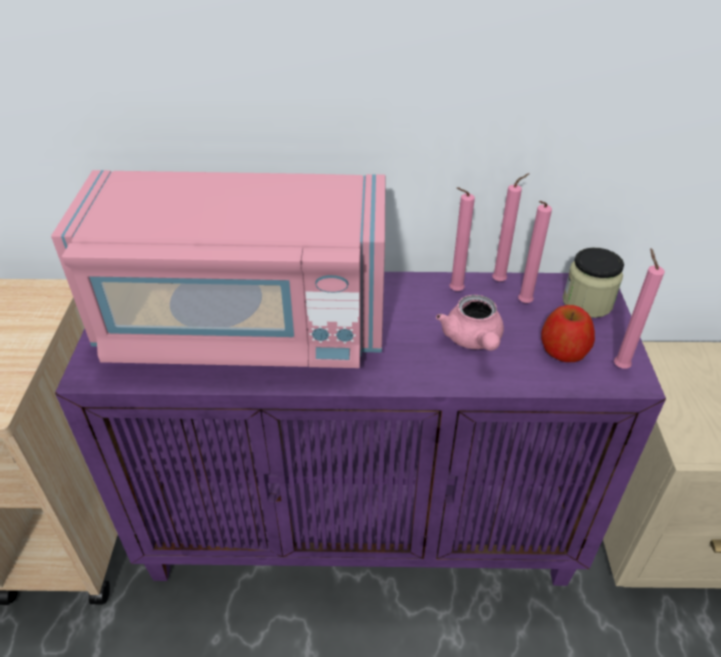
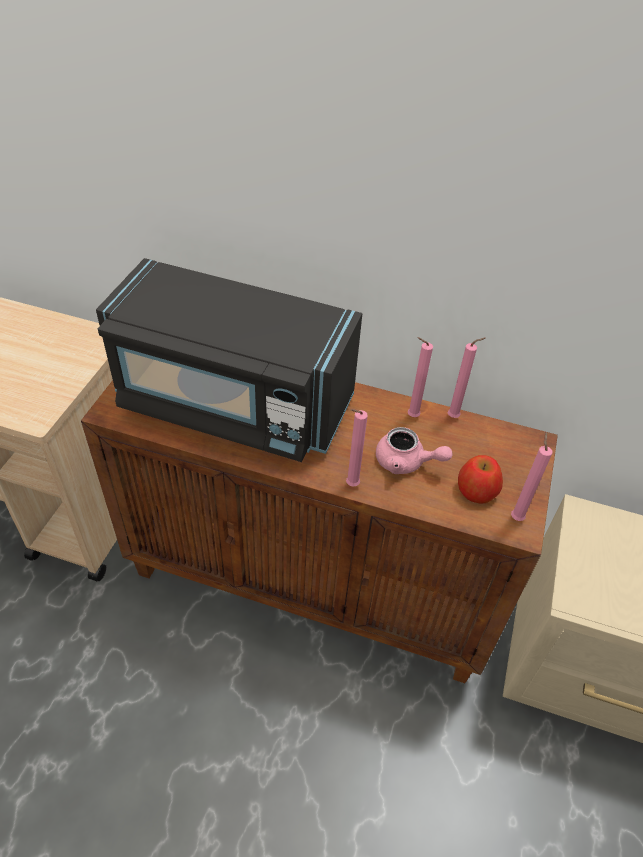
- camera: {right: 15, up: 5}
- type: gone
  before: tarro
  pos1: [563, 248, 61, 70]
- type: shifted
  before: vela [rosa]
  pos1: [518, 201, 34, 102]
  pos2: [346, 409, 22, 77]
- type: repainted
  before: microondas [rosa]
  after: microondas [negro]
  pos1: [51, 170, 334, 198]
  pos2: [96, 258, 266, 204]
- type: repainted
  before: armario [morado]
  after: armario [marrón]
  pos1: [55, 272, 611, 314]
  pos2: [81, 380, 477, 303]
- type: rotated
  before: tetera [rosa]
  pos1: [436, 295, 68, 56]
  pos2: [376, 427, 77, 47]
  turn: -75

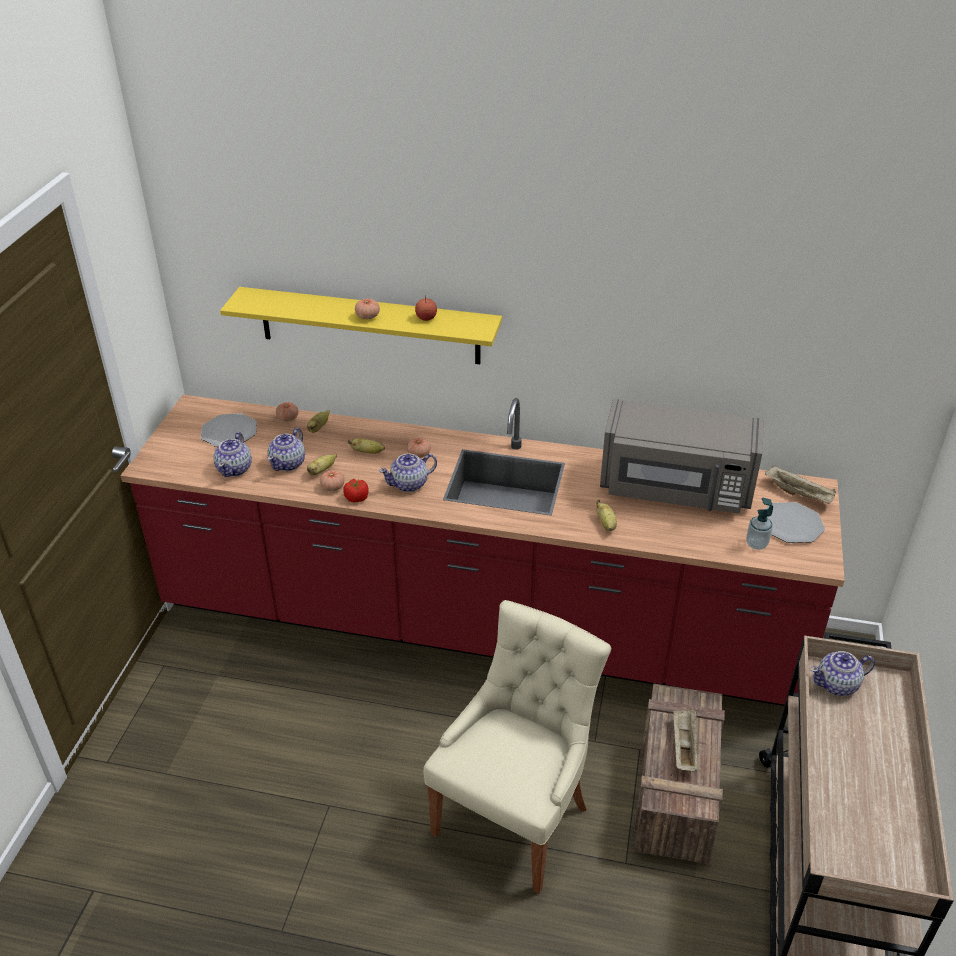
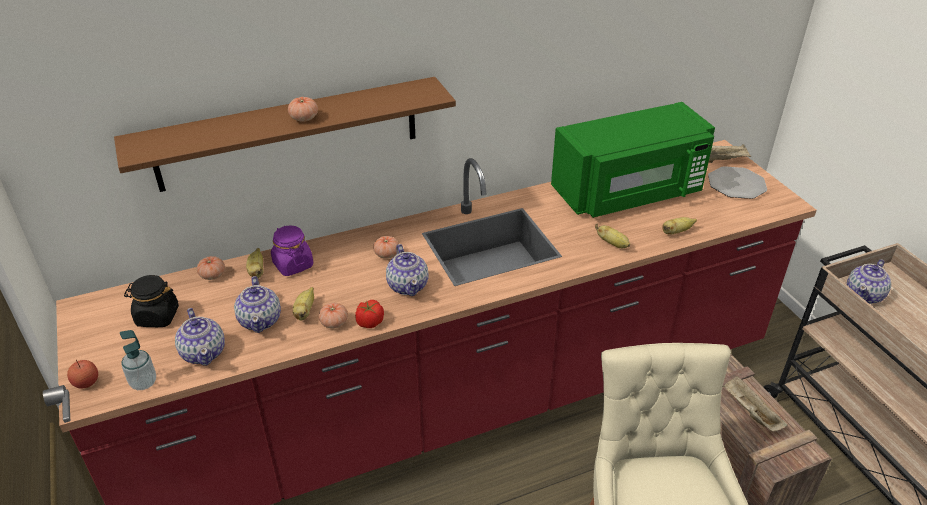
- camera: {right: -35, up: 0}
- type: new
  after: tarro [morado]
  pos2: [271, 225, 42, 51]
- type: shifted
  before: plátano
  pos1: [348, 438, 37, 16]
  pos2: [662, 217, 35, 18]
- type: shifted
  before: manzana
  pos1: [415, 295, 22, 26]
  pos2: [67, 360, 31, 29]
- type: shifted
  before: dispensador de jabón
  pos1: [746, 498, 27, 52]
  pos2: [120, 330, 36, 60]
- type: swapped
  before: plato
  after: tarro [negro]
  pos1: [201, 413, 56, 34]
  pos2: [124, 275, 55, 52]
- type: repainted
  before: estante [amarillo]
  after: estante [marrón]
  pos1: [220, 287, 282, 77]
  pos2: [114, 77, 342, 115]
- type: repainted
  before: microondas [gris]
  after: microondas [verde]
  pos1: [600, 399, 164, 115]
  pos2: [551, 102, 164, 116]
- type: rotated
  before: tetera
  pos1: [379, 453, 58, 39]
  pos2: [386, 244, 43, 52]
  turn: -45

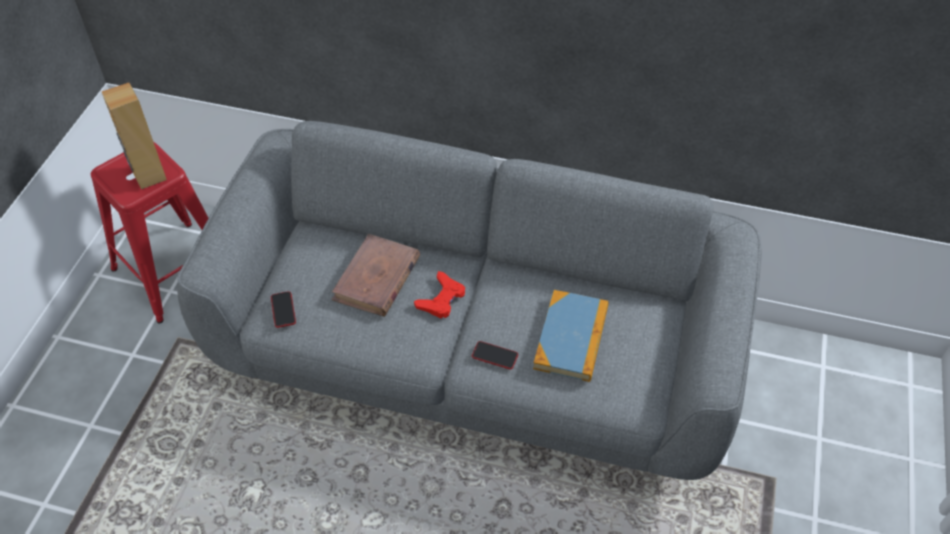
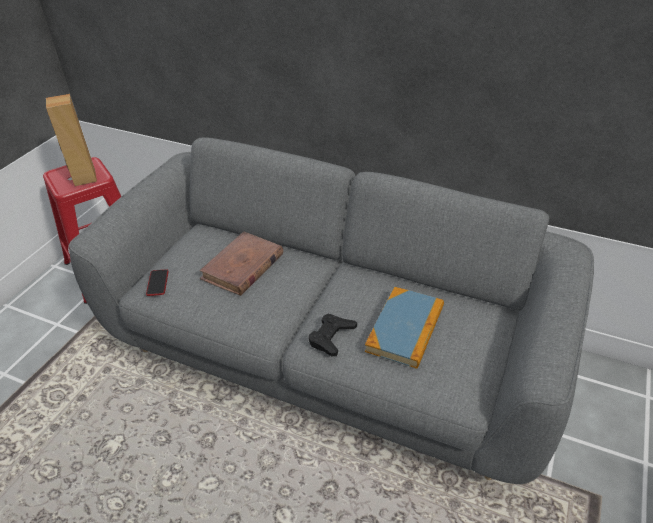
- camera: {right: 10, up: -10}
- type: gone
  before: mando de consola [rojo]
  pos1: [414, 271, 51, 47]
- type: swapped
  before: móvil
  after: mando de consola [negro]
  pos1: [472, 341, 46, 29]
  pos2: [309, 314, 48, 42]

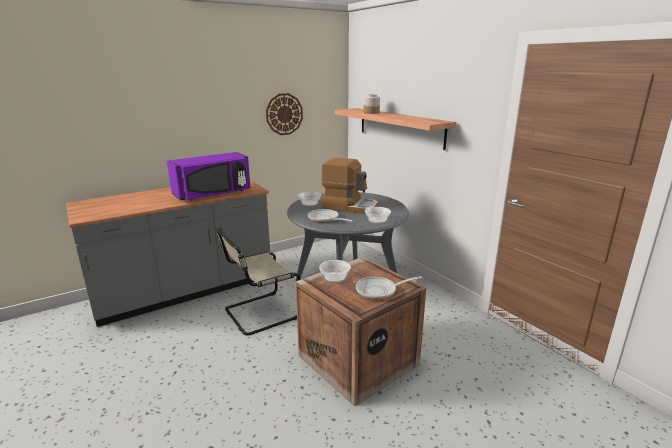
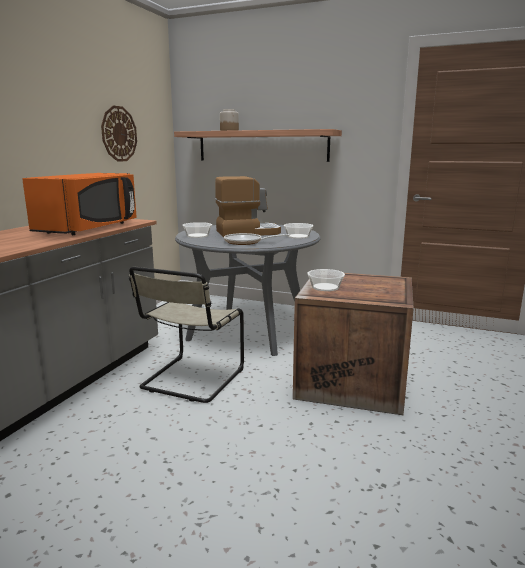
- camera: {right: -35, up: -5}
- type: gone
  before: sartén
  pos1: [356, 276, 67, 24]
- type: repainted
  before: microondas [morado]
  after: microondas [naranja]
  pos1: [167, 152, 84, 49]
  pos2: [22, 173, 115, 62]

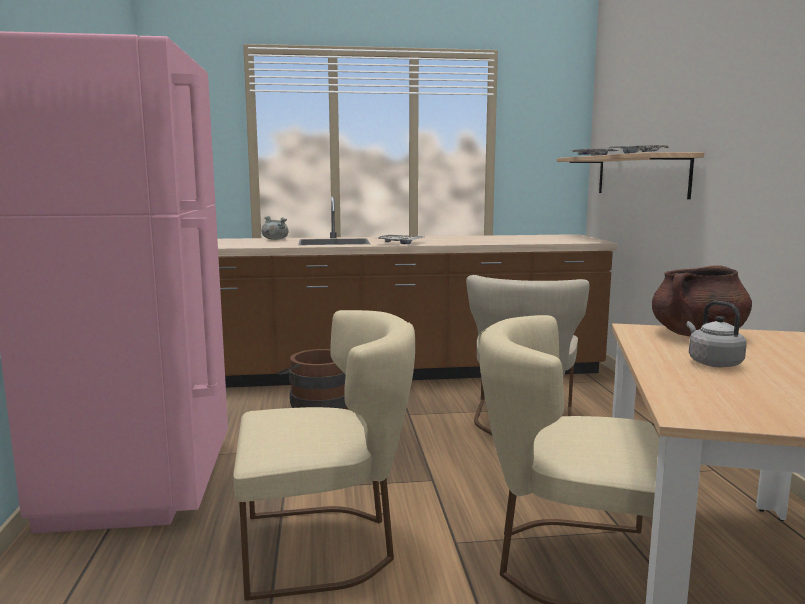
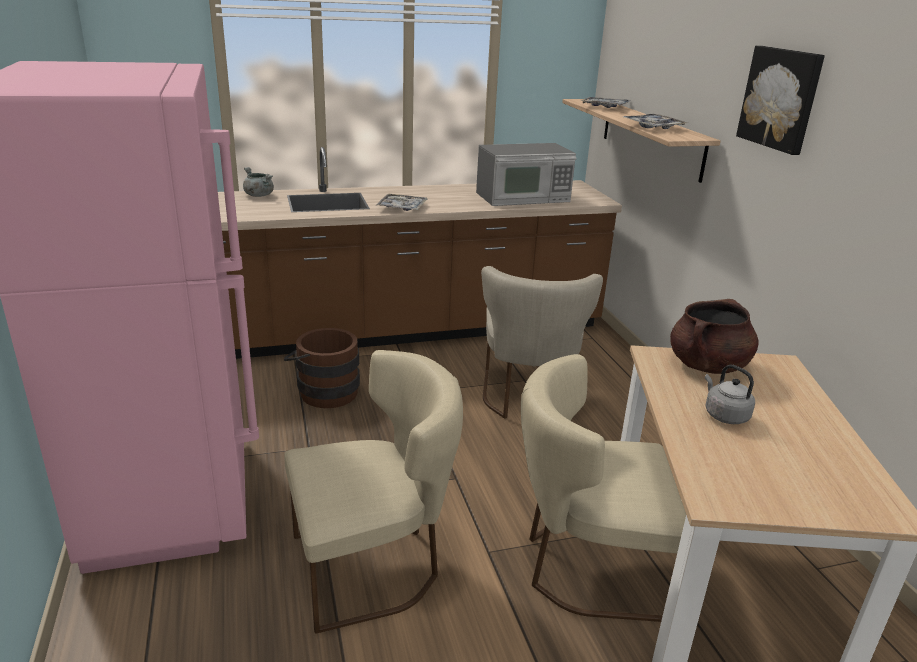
- camera: {right: -10, up: 15}
- type: new
  after: microondas
  pos2: [476, 143, 101, 63]
- type: new
  after: cuadro
  pos2: [736, 46, 89, 109]

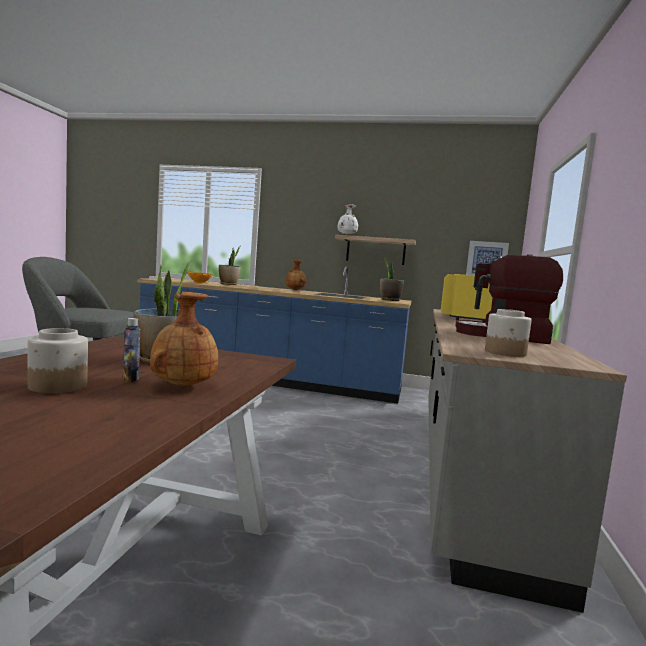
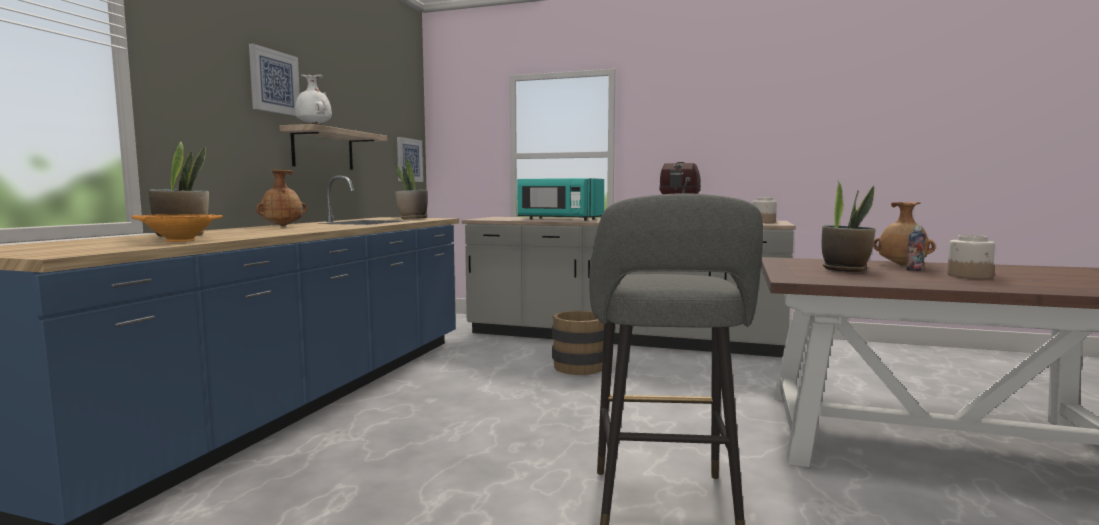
- camera: {right: -85, up: 0}
- type: new
  after: cuadro
  pos2: [249, 44, 51, 72]
- type: new
  after: cubo [marrón]
  pos2: [552, 311, 52, 64]
- type: repainted
  before: microondas [amarillo]
  after: microondas [turquesa]
  pos1: [441, 274, 52, 48]
  pos2: [517, 178, 87, 43]

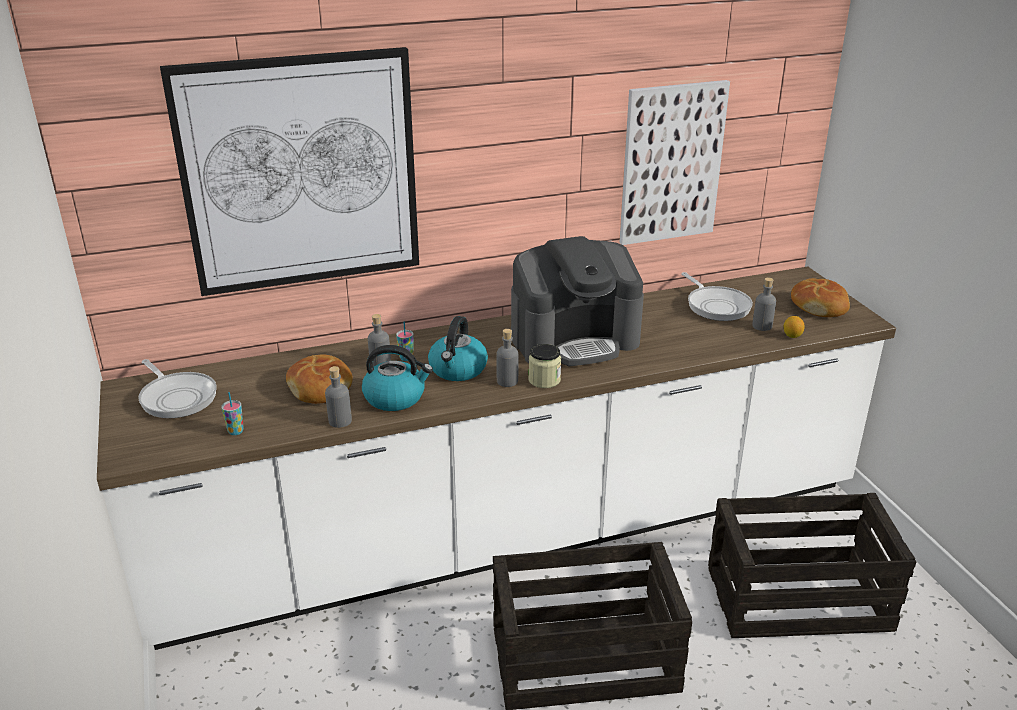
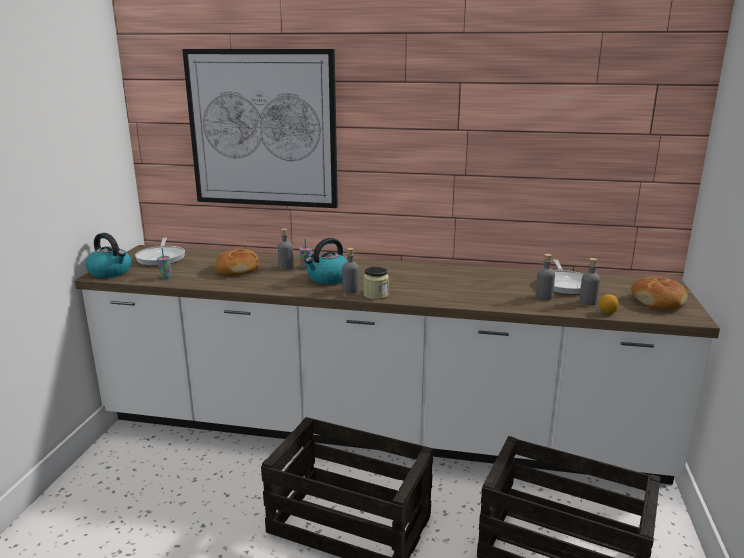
- camera: {right: 30, up: -10}
- type: gone
  before: cafetera
  pos1: [511, 236, 133, 131]
- type: gone
  before: cuadro
  pos1: [619, 80, 111, 165]
- type: shifted
  before: botella [gris]
  pos1: [325, 366, 27, 62]
  pos2: [536, 254, 19, 47]
- type: shifted
  before: hervidor
  pos1: [362, 345, 71, 66]
  pos2: [86, 233, 45, 45]

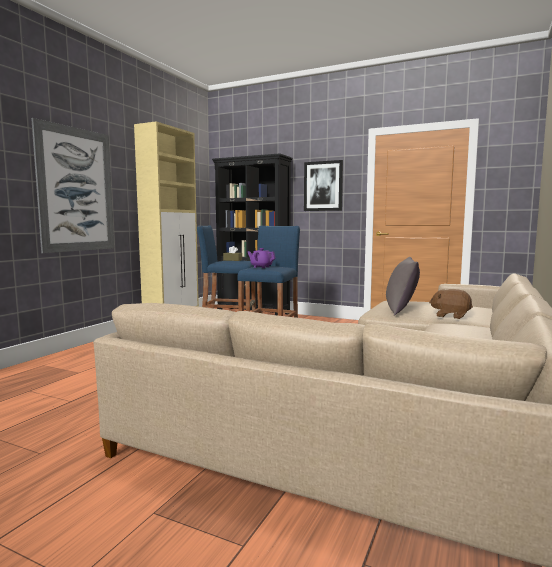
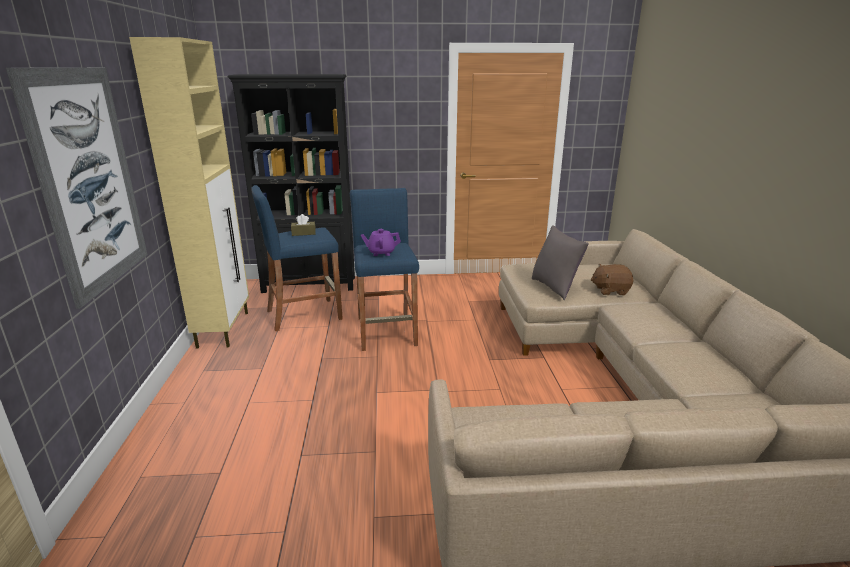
- camera: {right: -30, up: 15}
- type: gone
  before: cuadro
  pos1: [304, 160, 39, 51]

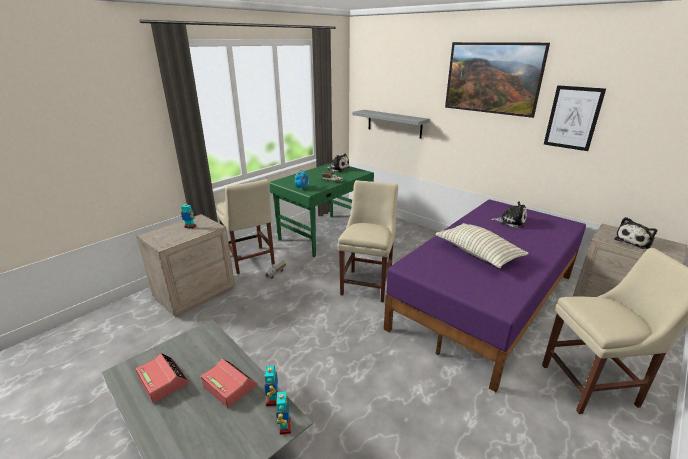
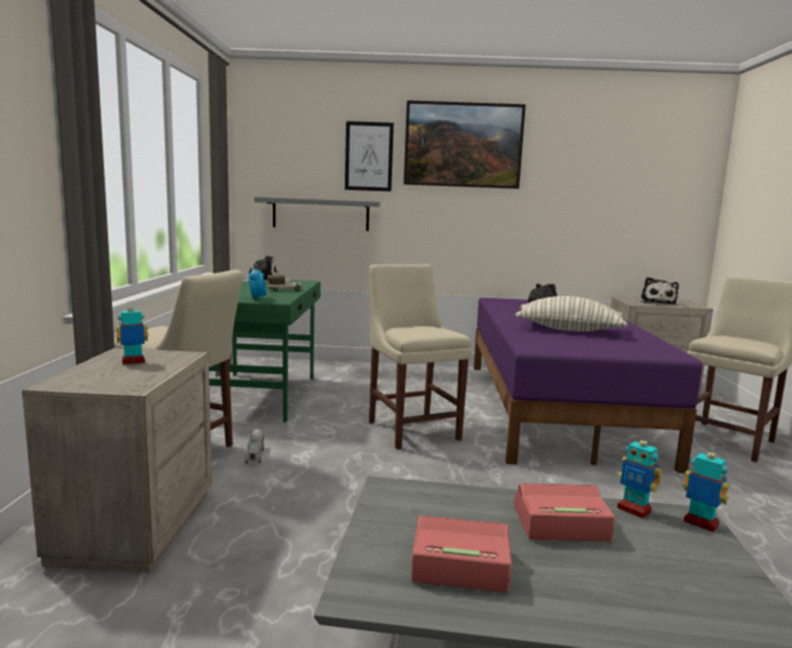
- camera: {right: -40, up: -15}
- type: shifted
  before: cuadro
  pos1: [544, 85, 62, 66]
  pos2: [345, 121, 49, 70]

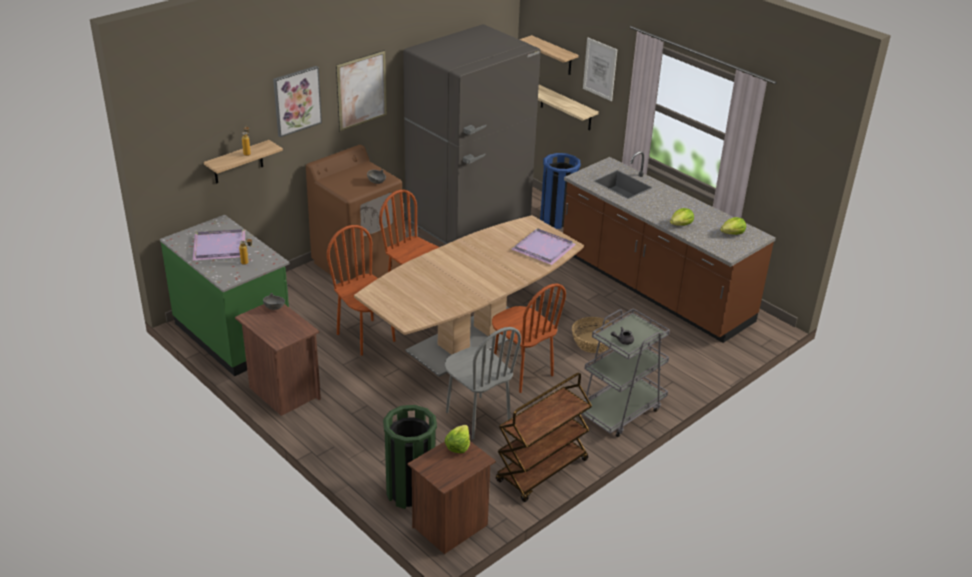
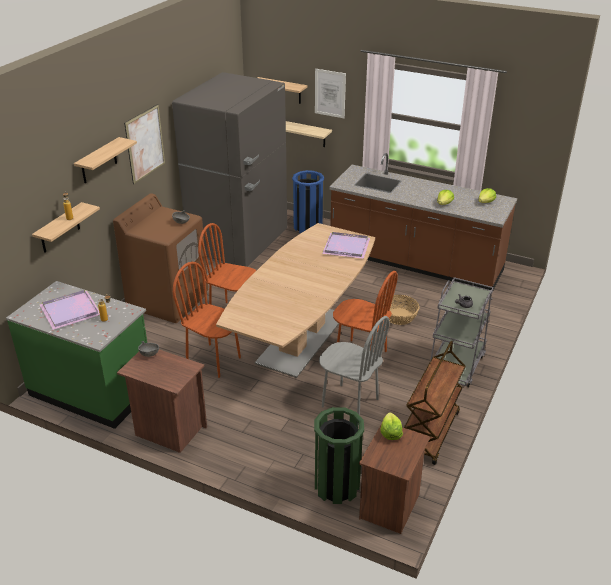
- camera: {right: -20, up: 0}
- type: swapped
  before: cuadro
  after: estante
  pos1: [273, 66, 49, 71]
  pos2: [74, 137, 63, 46]

